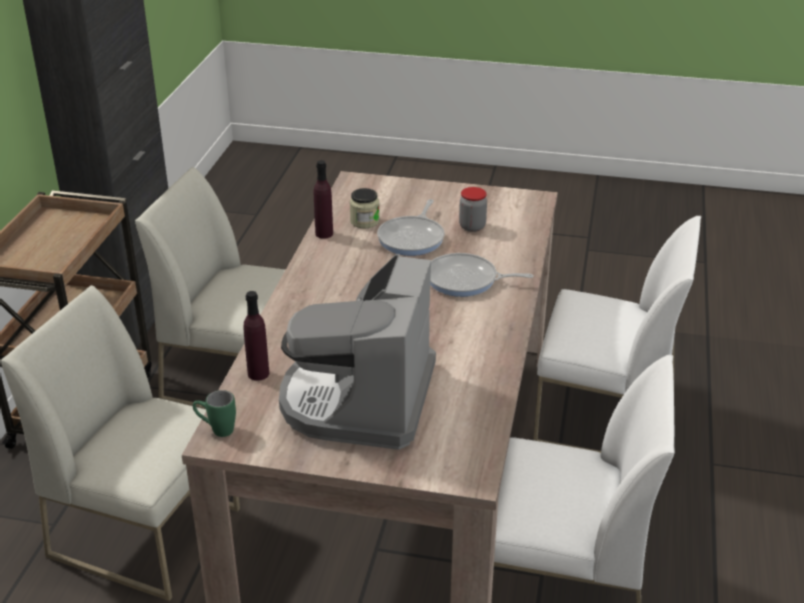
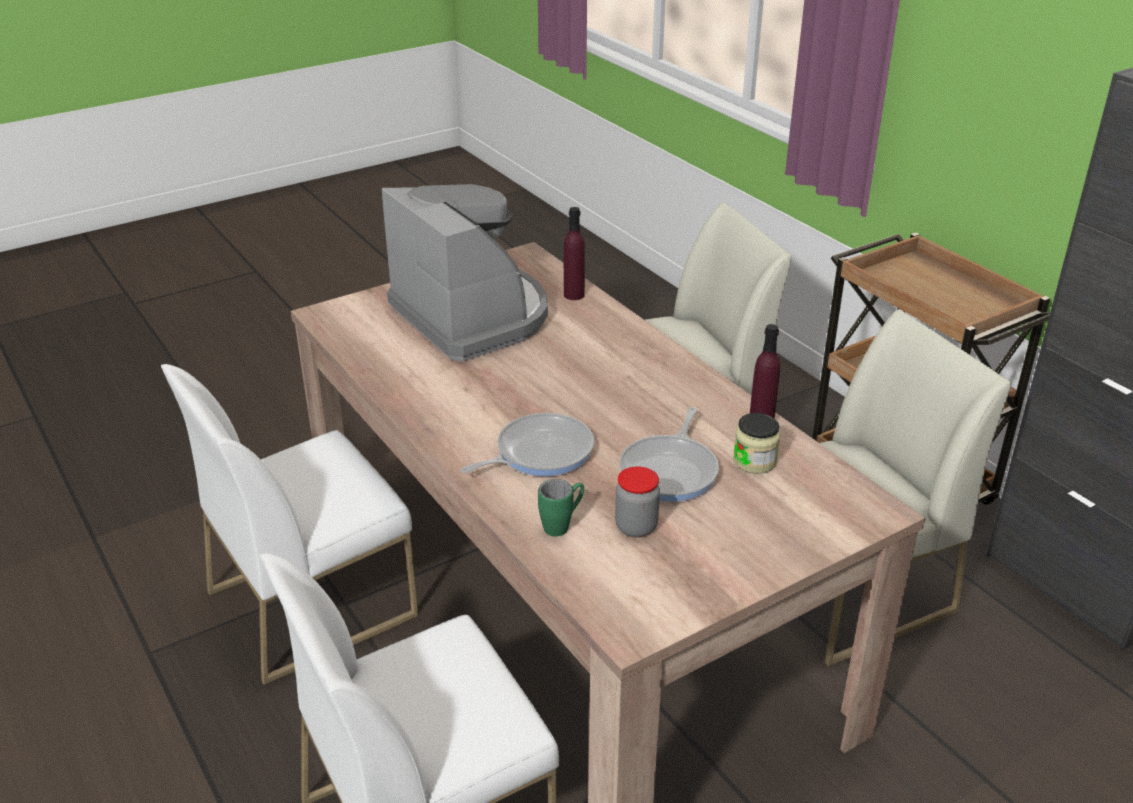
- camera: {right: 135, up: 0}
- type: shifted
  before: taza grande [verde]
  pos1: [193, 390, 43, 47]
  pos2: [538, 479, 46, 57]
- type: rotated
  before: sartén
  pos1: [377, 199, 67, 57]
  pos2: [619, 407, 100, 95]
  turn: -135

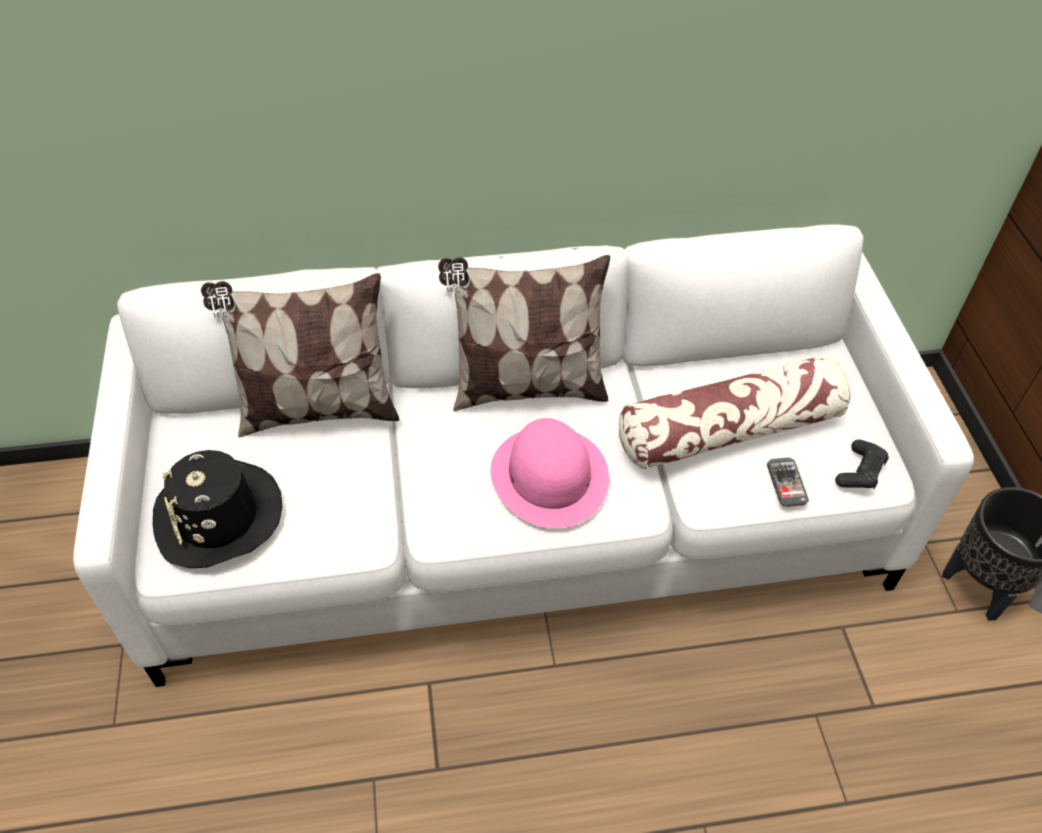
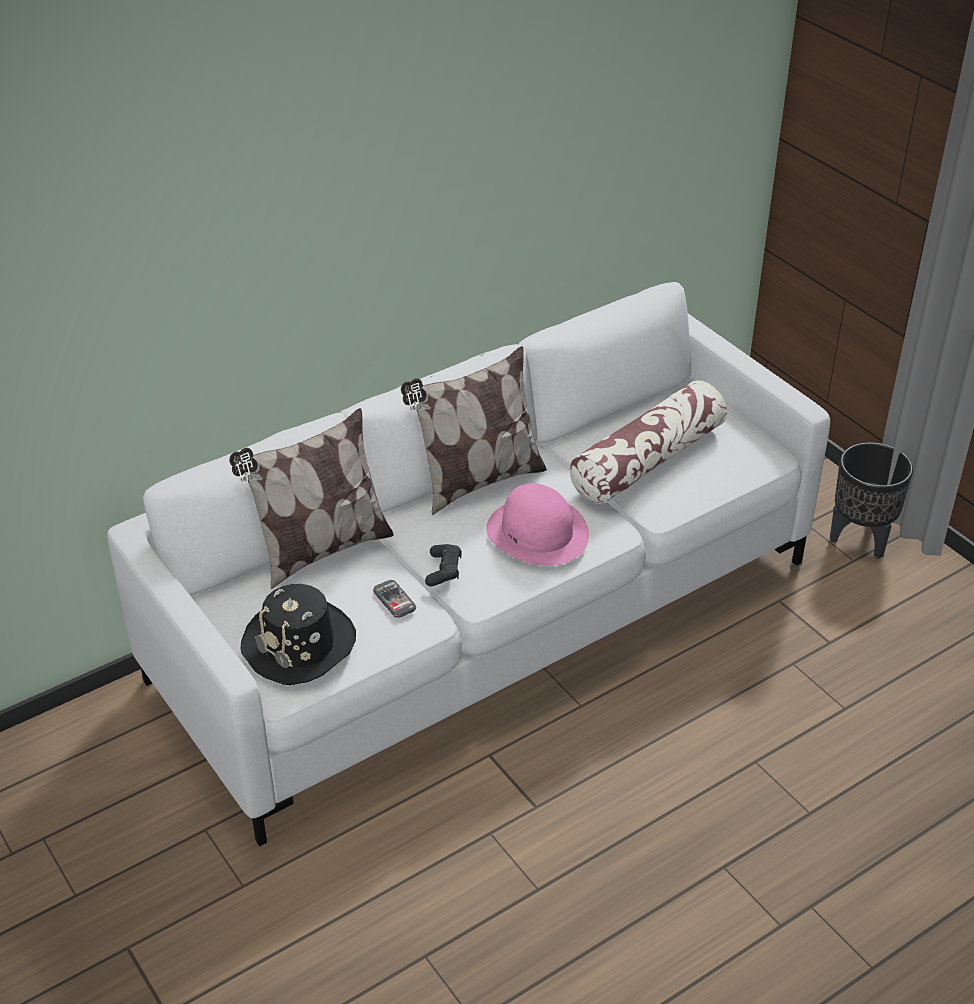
- camera: {right: -25, up: -10}
- type: shifted
  before: móvil
  pos1: [767, 458, 42, 49]
  pos2: [373, 580, 43, 38]
- type: shifted
  before: mando de consola [negro]
  pos1: [835, 439, 54, 50]
  pos2: [425, 544, 37, 43]

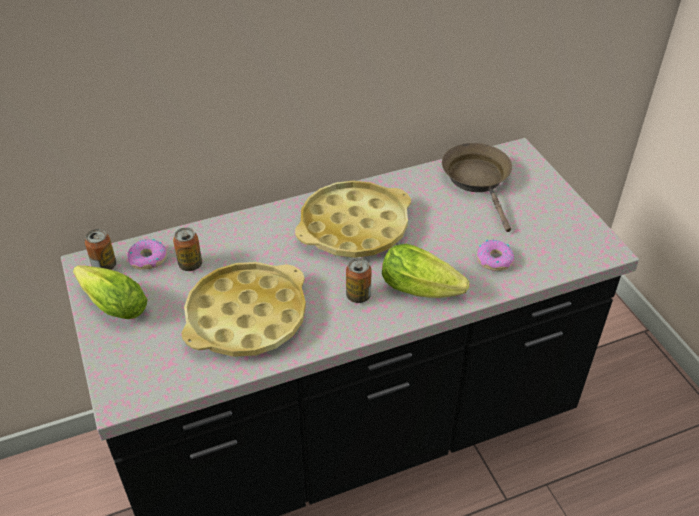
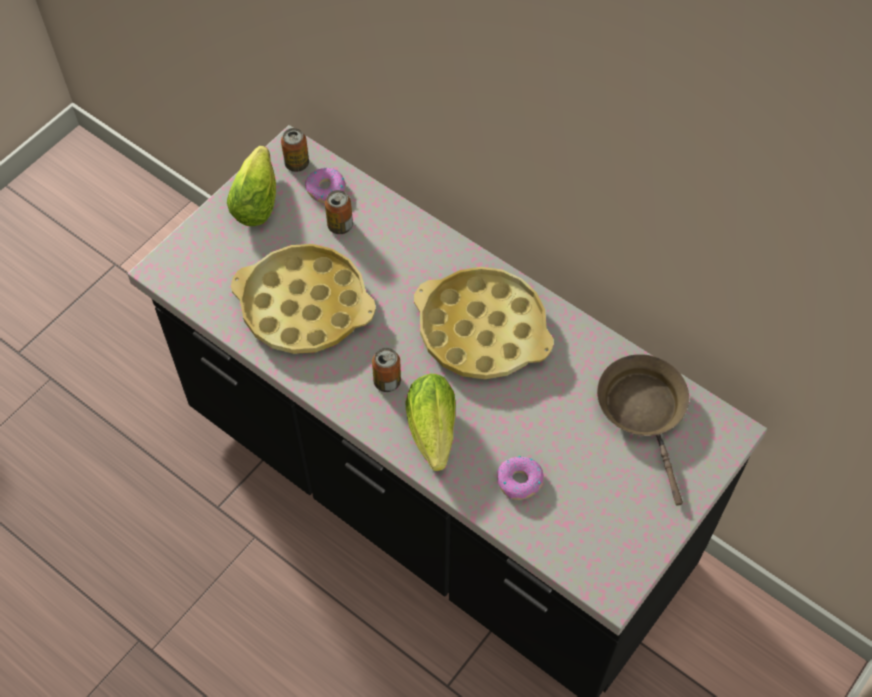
- camera: {right: 60, up: 15}
- type: rotated
  before: sartén [marrón]
  pos1: [442, 143, 70, 89]
  pos2: [597, 354, 92, 152]
  turn: -60

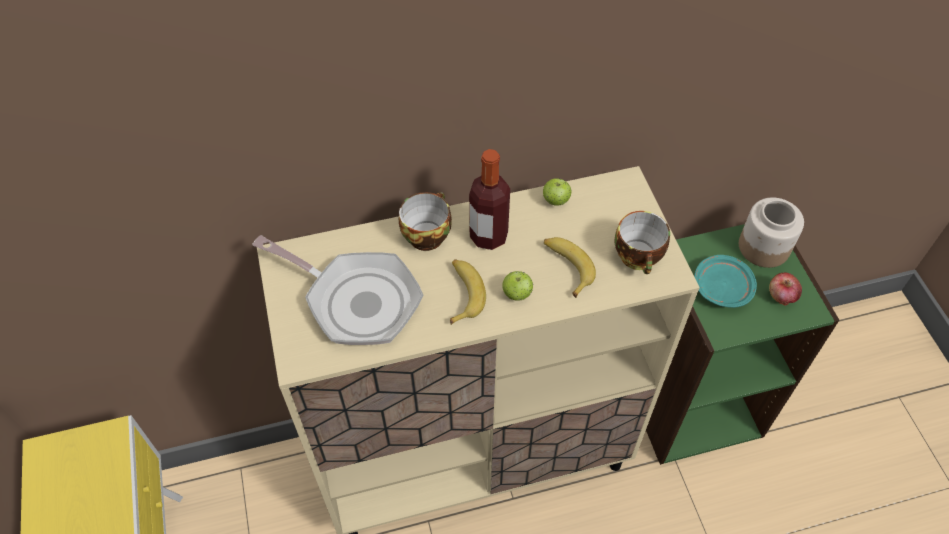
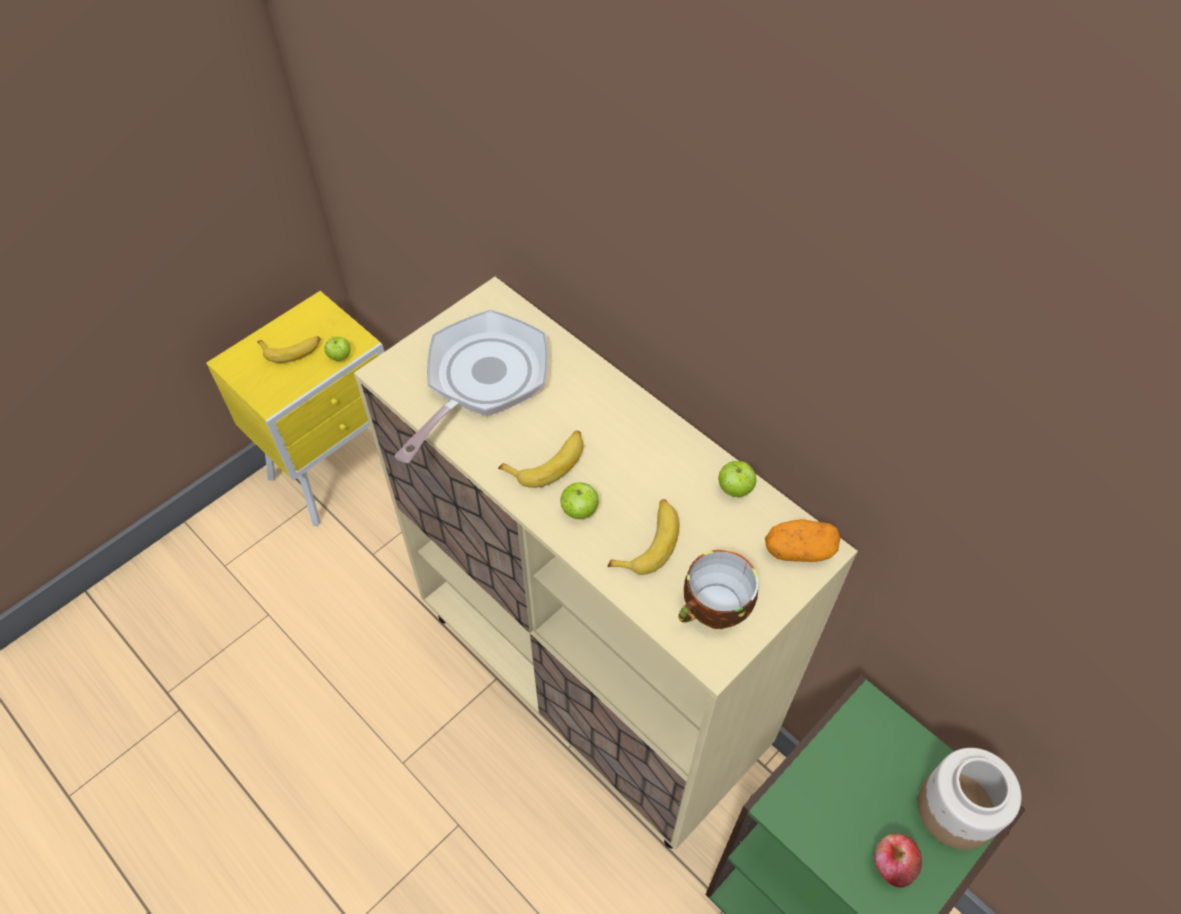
- camera: {right: 60, up: 0}
- type: gone
  before: taza
  pos1: [399, 192, 53, 59]
- type: gone
  before: botella
  pos1: [469, 149, 41, 101]
- type: gone
  before: plato [turquesa]
  pos1: [694, 255, 63, 53]
- type: new
  after: plátano
  pos2: [257, 336, 63, 27]
- type: new
  after: manzana
  pos2: [325, 336, 26, 25]
- type: new
  after: patata
  pos2: [765, 520, 76, 42]
- type: rotated
  before: sartén
  pos1: [253, 235, 171, 110]
  pos2: [394, 310, 154, 153]
  turn: -150

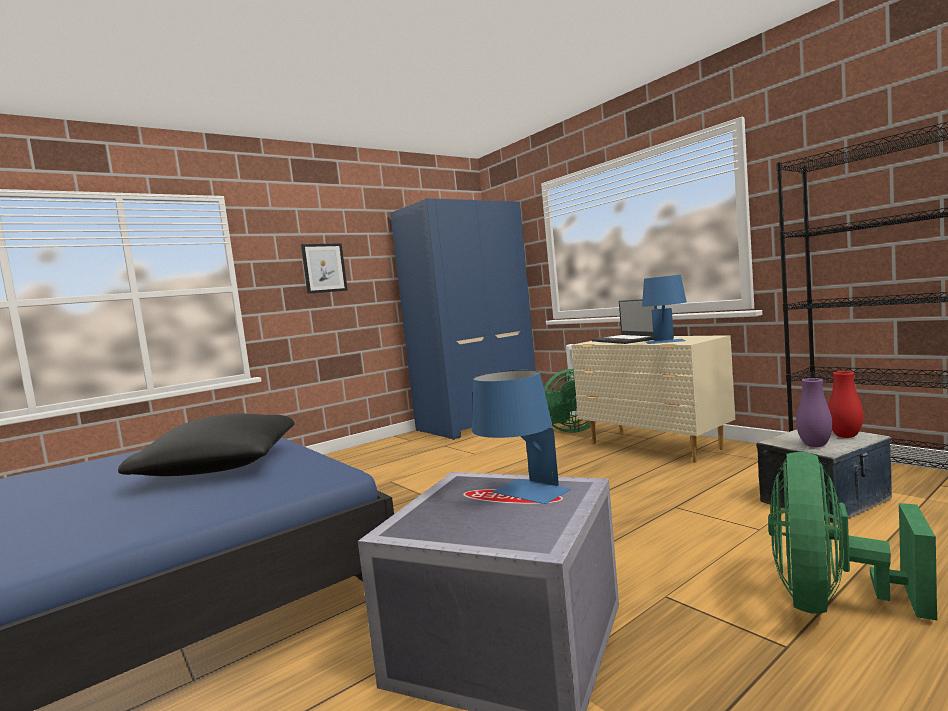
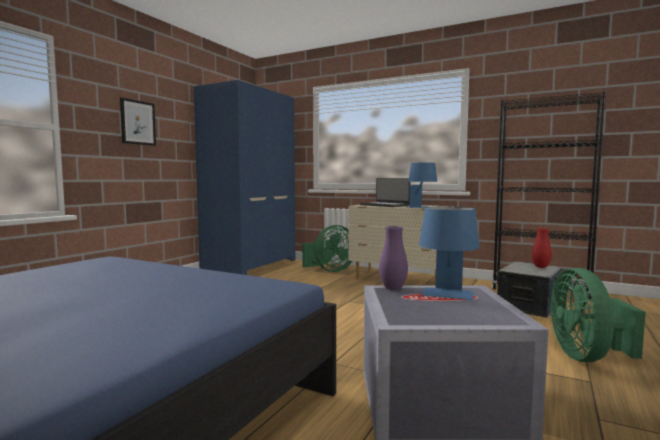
- camera: {right: -25, up: 0}
- type: gone
  before: cojín [negro]
  pos1: [118, 414, 177, 62]
- type: shifted
  before: florero [morado]
  pos1: [796, 378, 37, 69]
  pos2: [379, 226, 29, 64]

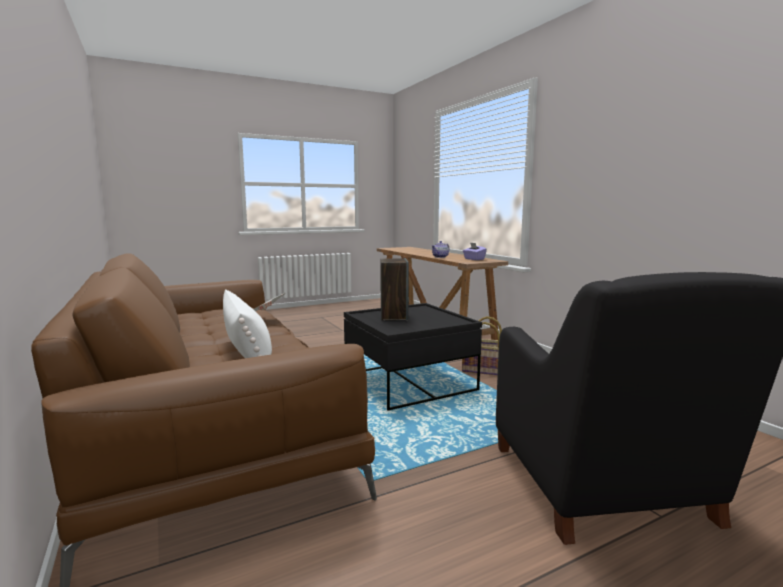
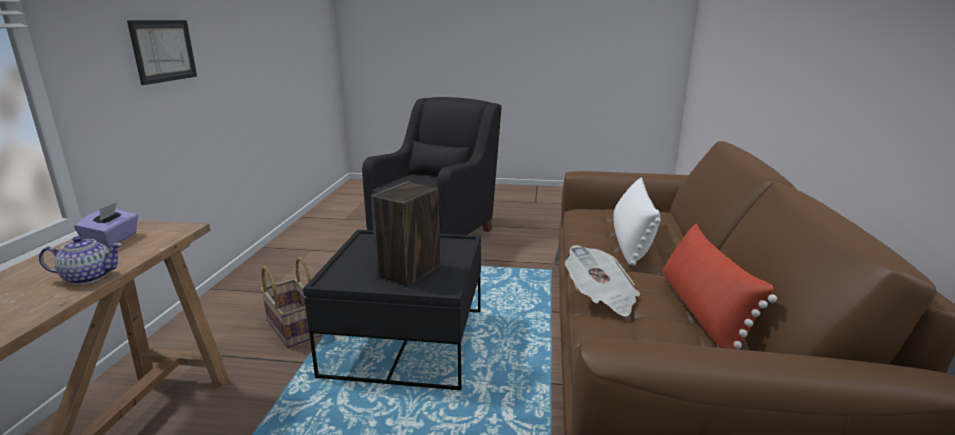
- camera: {right: -145, up: 10}
- type: new
  after: cuadro
  pos2: [127, 20, 70, 65]
- type: new
  after: cojín [rojo]
  pos2: [663, 224, 114, 125]

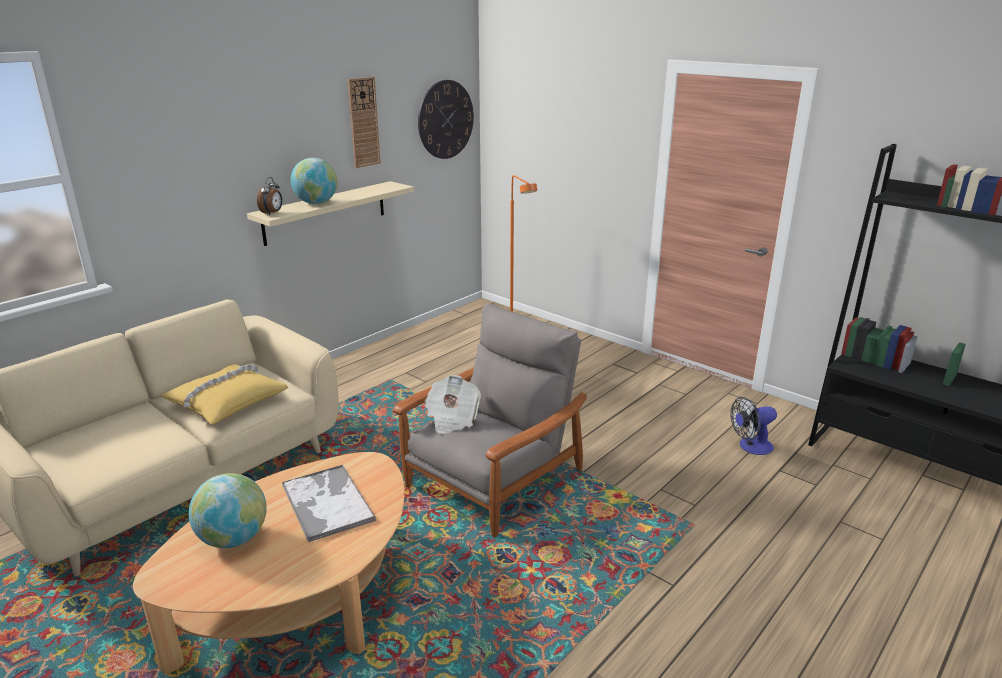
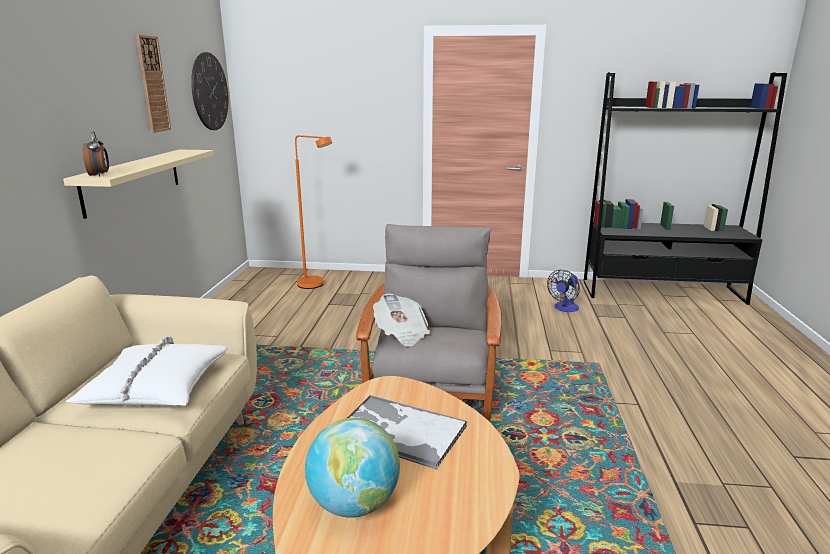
- camera: {right: -35, up: -5}
- type: gone
  before: globo terráqueo
  pos1: [291, 158, 46, 46]
- type: repainted
  before: cojín [amarillo]
  after: cojín [blanco]
  pos1: [160, 364, 129, 60]
  pos2: [66, 336, 162, 70]

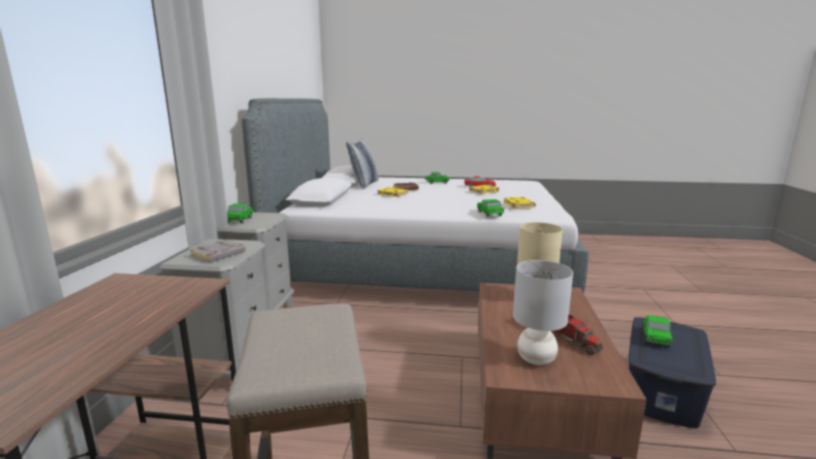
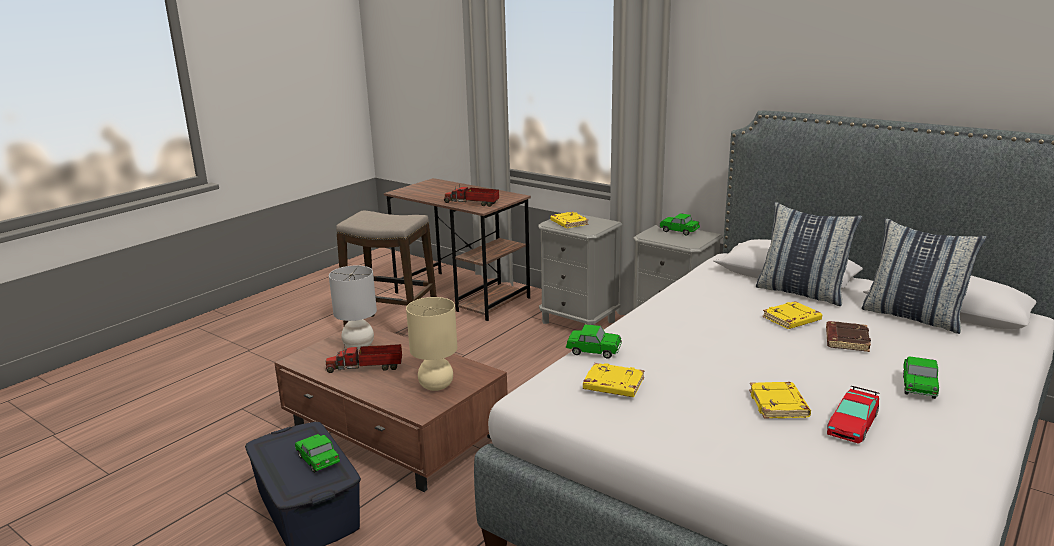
- camera: {right: 120, up: 5}
- type: new
  after: camión de juguete
  pos2: [444, 185, 55, 22]
- type: new
  after: cojín
  pos2: [756, 202, 106, 104]
- type: repainted
  before: libro [gris]
  after: libro [amarillo]
  pos1: [190, 240, 56, 22]
  pos2: [550, 212, 39, 16]

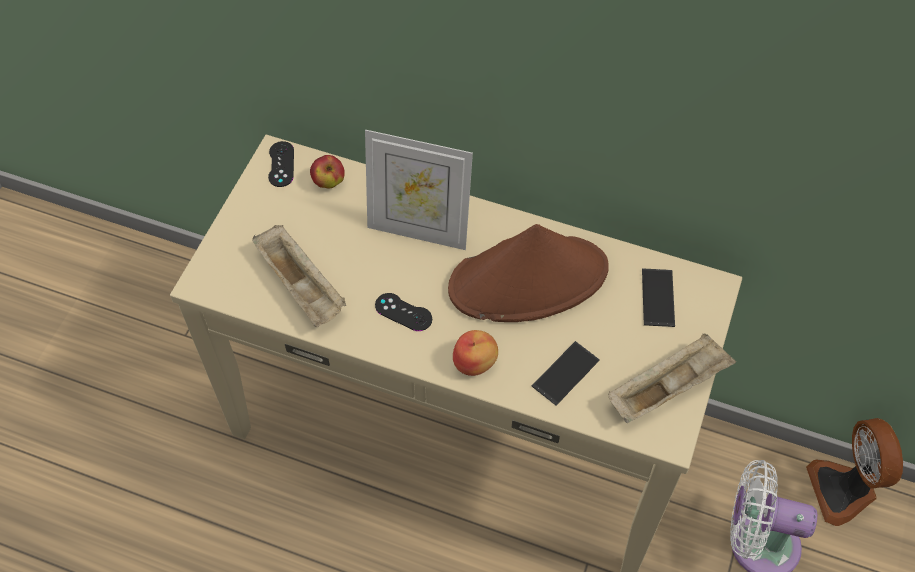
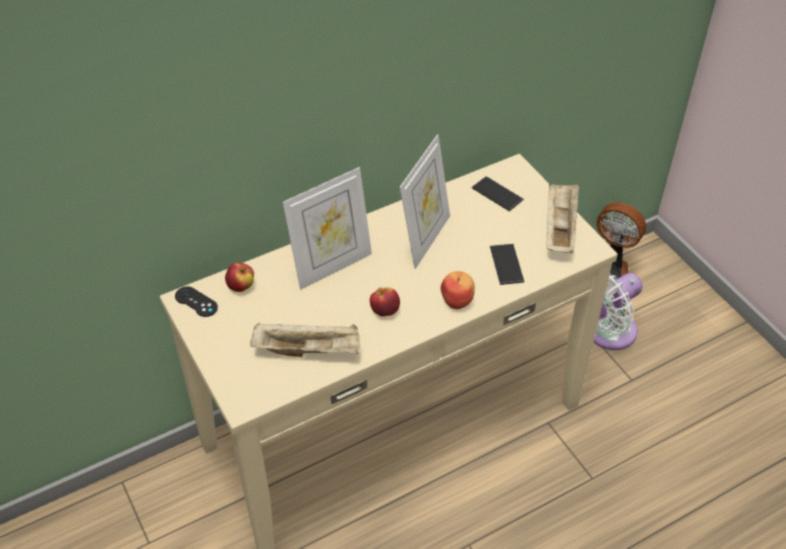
- camera: {right: -50, up: -10}
- type: swapped
  before: mando de consola [negro]
  after: manzana
  pos1: [375, 293, 57, 38]
  pos2: [370, 287, 30, 30]
- type: swapped
  before: sombrero [marrón]
  after: portarretratos
  pos1: [448, 224, 161, 98]
  pos2: [400, 134, 50, 135]

